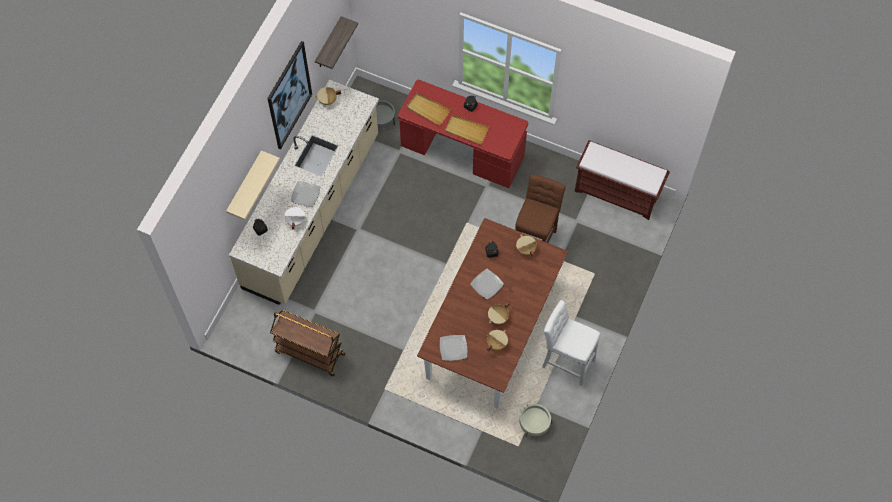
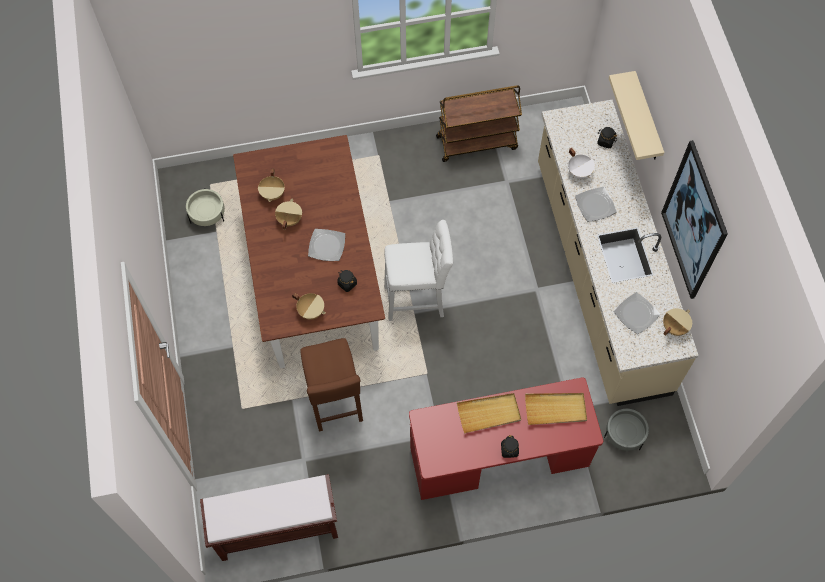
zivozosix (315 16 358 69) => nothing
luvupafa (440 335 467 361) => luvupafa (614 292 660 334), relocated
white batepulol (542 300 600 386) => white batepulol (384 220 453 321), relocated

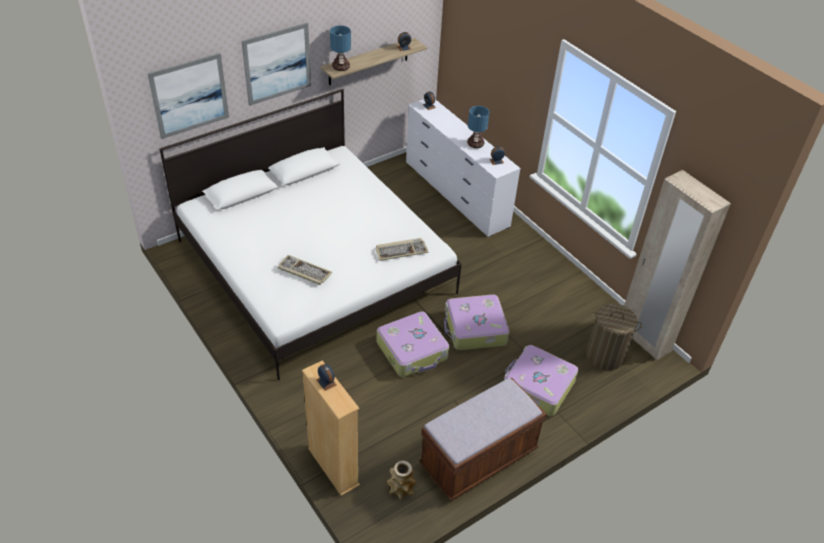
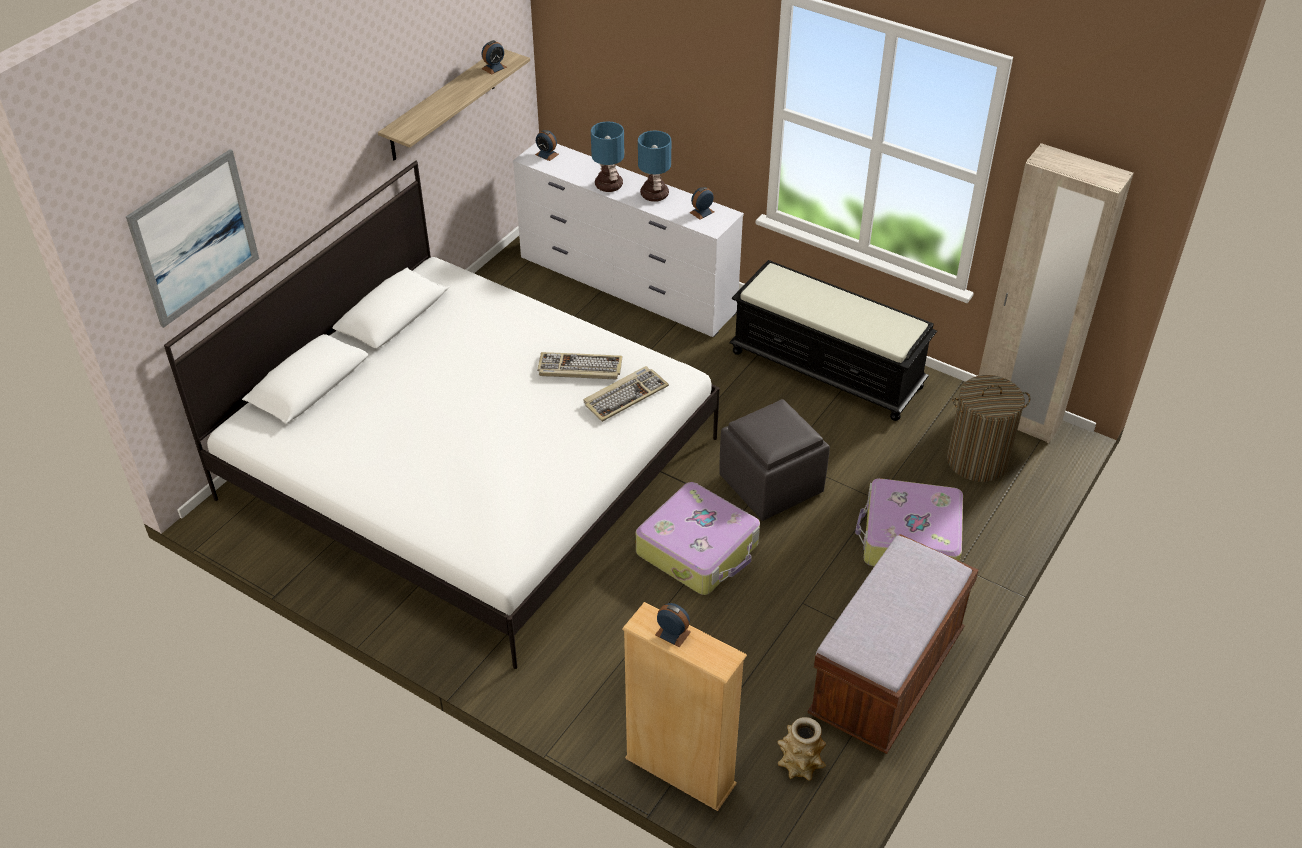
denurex (242 23 311 106) => nothing
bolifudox (278 255 332 285) => bolifudox (537 352 622 379), relocated
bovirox (330 25 351 71) => bovirox (591 121 625 192), relocated
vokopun (444 294 510 350) => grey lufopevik (719 399 830 521)
nothing => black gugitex (729 260 937 421)

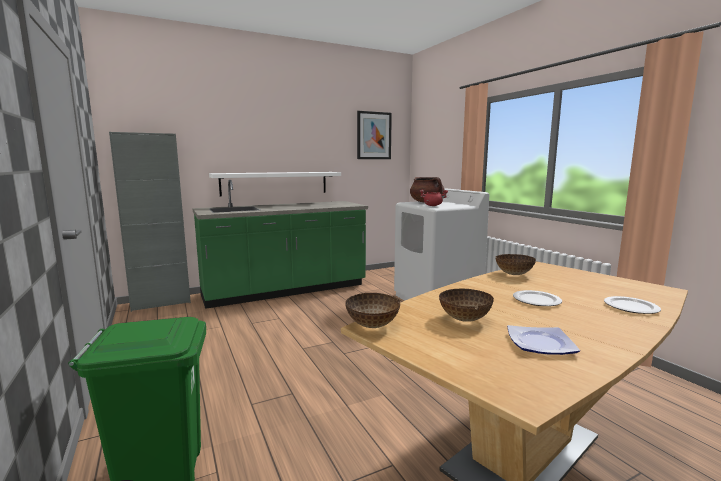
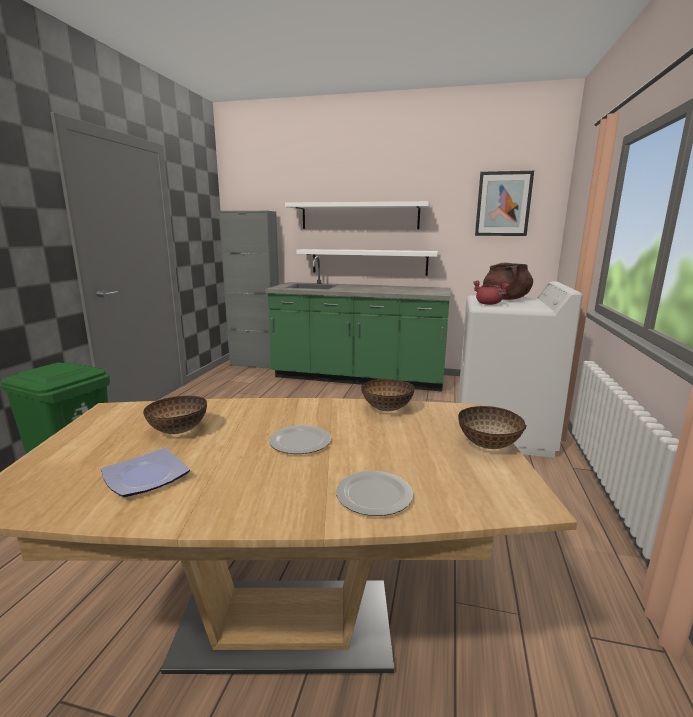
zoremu (345 293 400 328) => zoremu (458 406 527 449), relocated
nothing => white zivozosix (285 201 430 229)

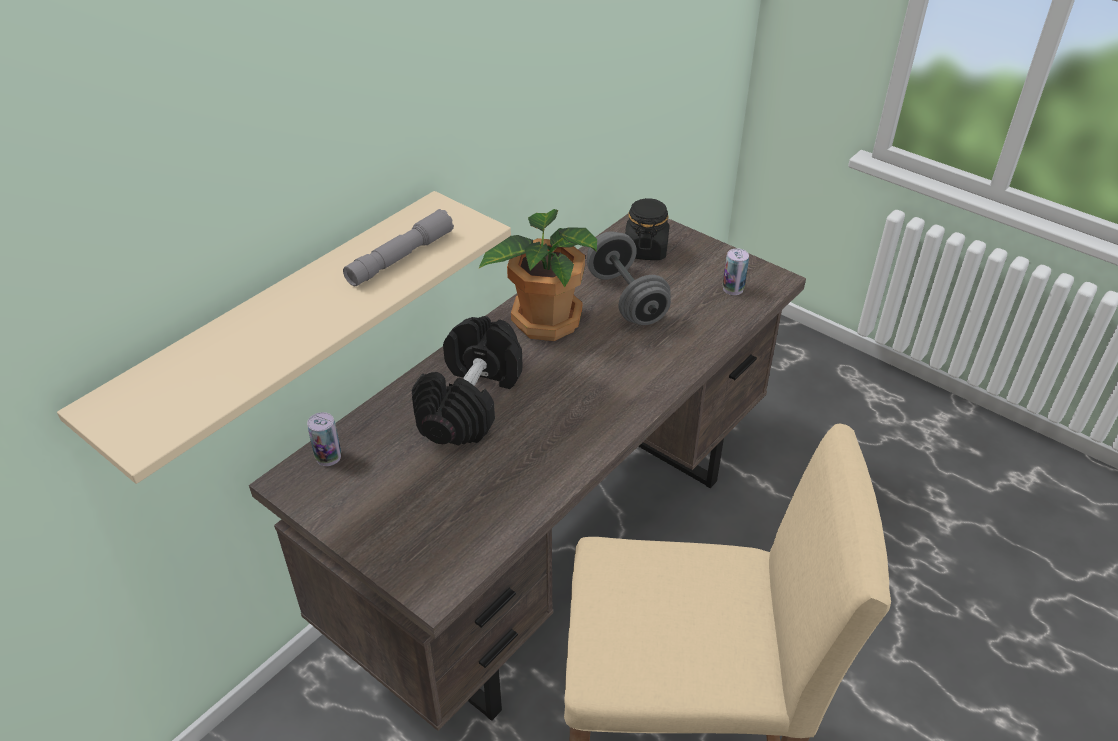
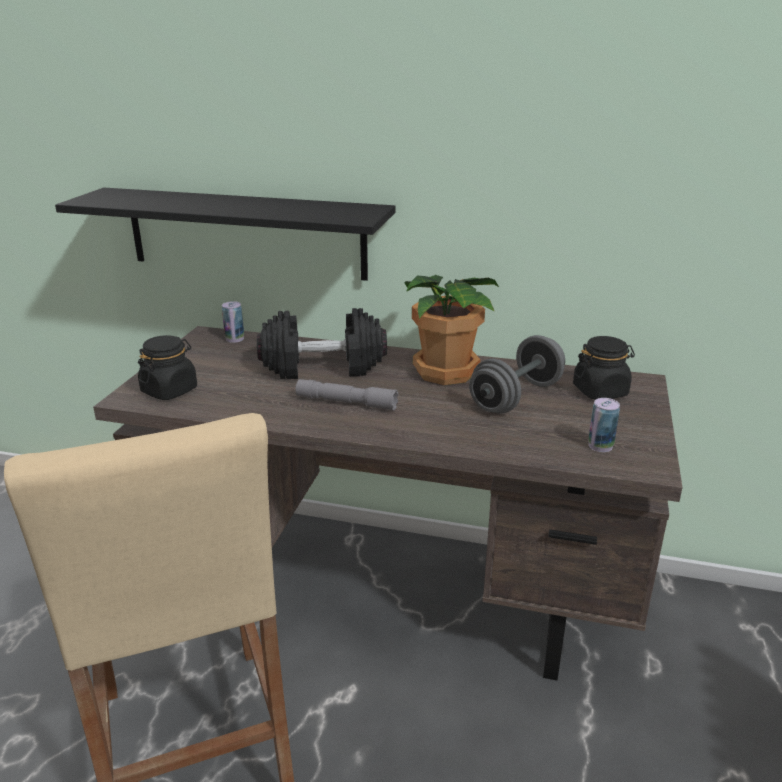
beige zivozosix (57 191 511 484) => black zivozosix (55 188 396 281)
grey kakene (343 209 454 286) => grey kakene (296 379 398 411), relocated
nothing => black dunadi (138 335 197 400)

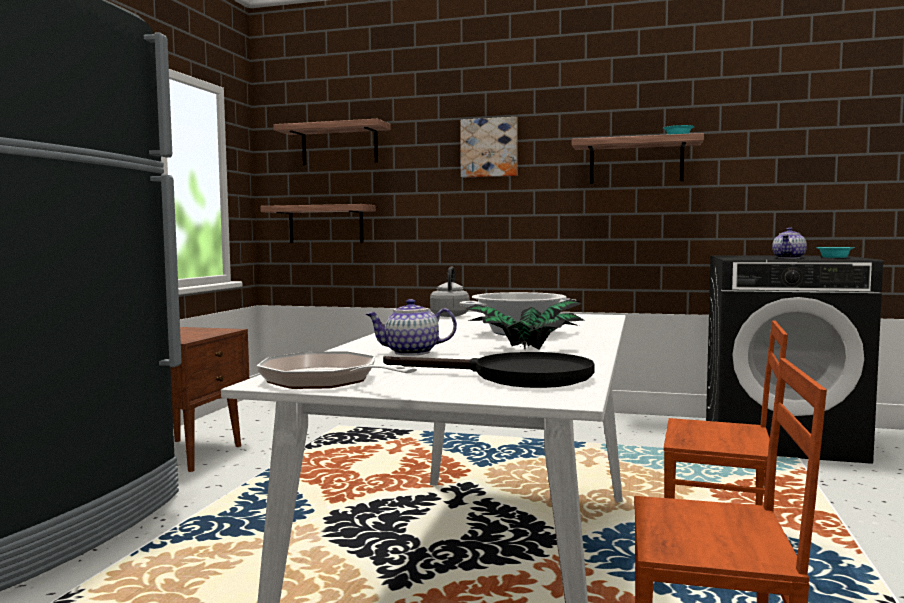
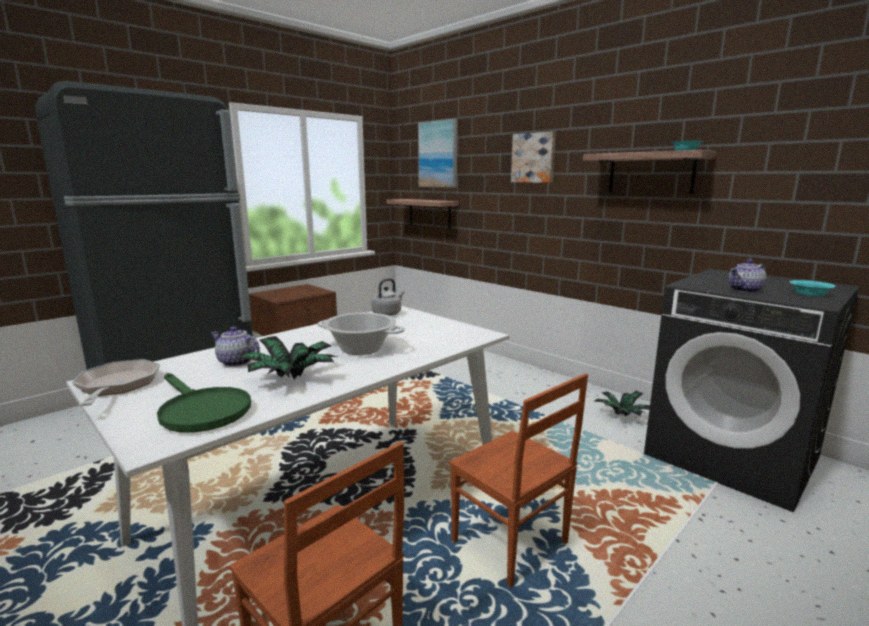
zivozosix (273 119 391 165) => denurex (418 118 458 188)
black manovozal (383 352 595 388) => green manovozal (157 373 251 433)
nothing => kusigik (593 390 650 416)

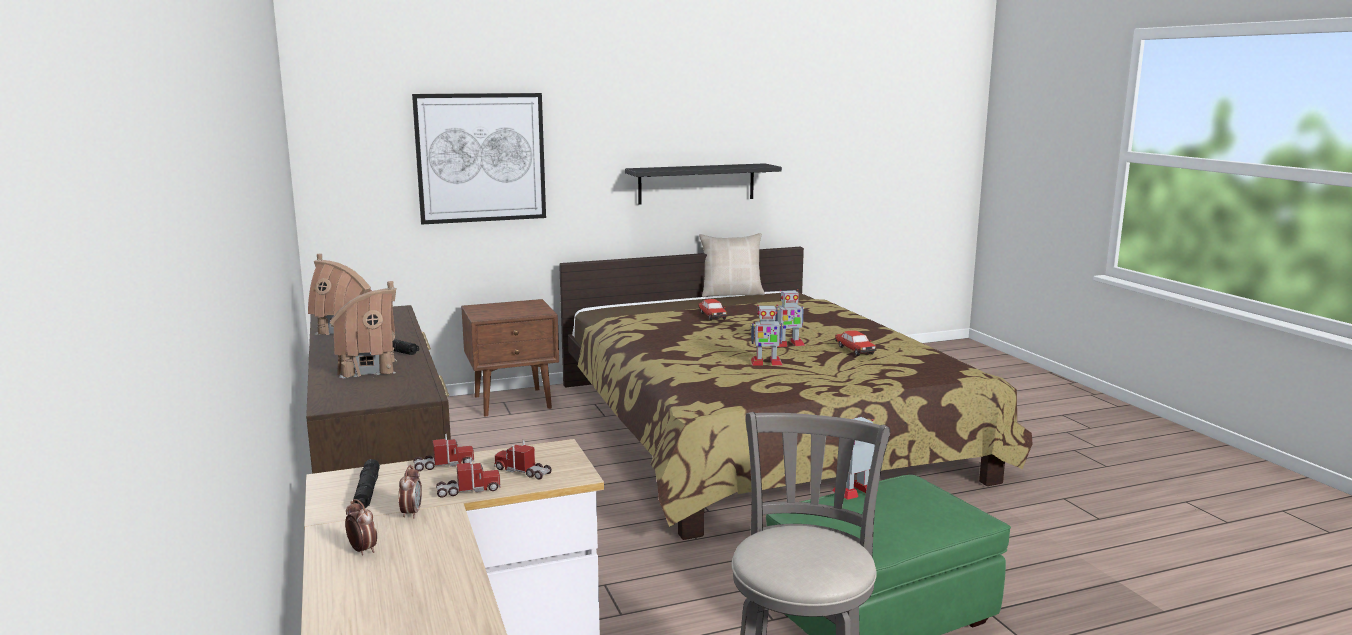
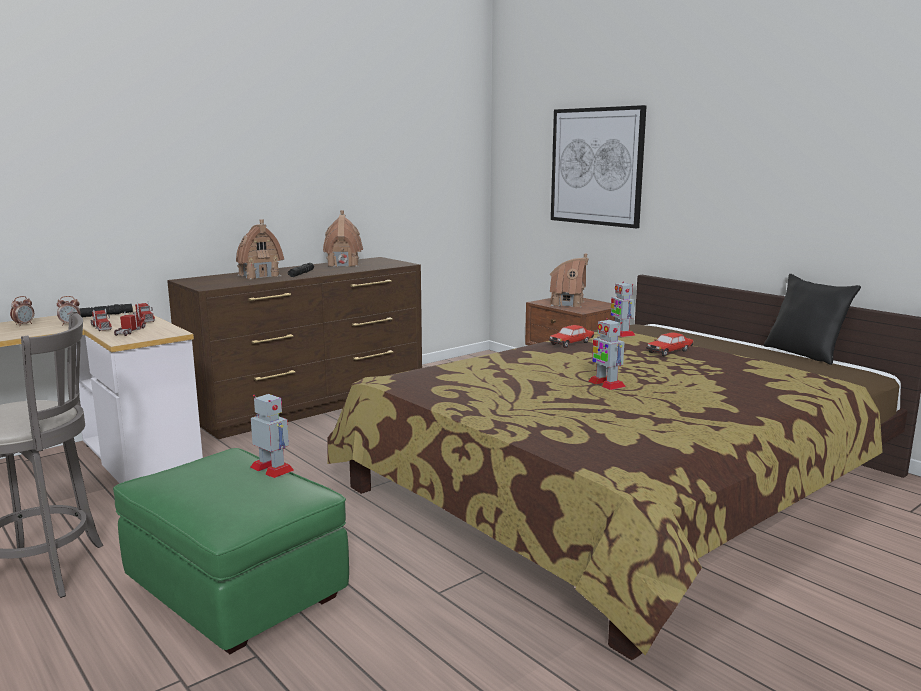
black zivozosix (625 163 782 205) => nothing
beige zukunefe (699 233 765 297) => black zukunefe (764 274 861 365)
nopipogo (751 305 783 366) => nopipogo (611 281 636 337), relocated
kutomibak (835 330 877 356) => kutomibak (549 325 594 348), relocated
nothing => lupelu (550 254 589 307)

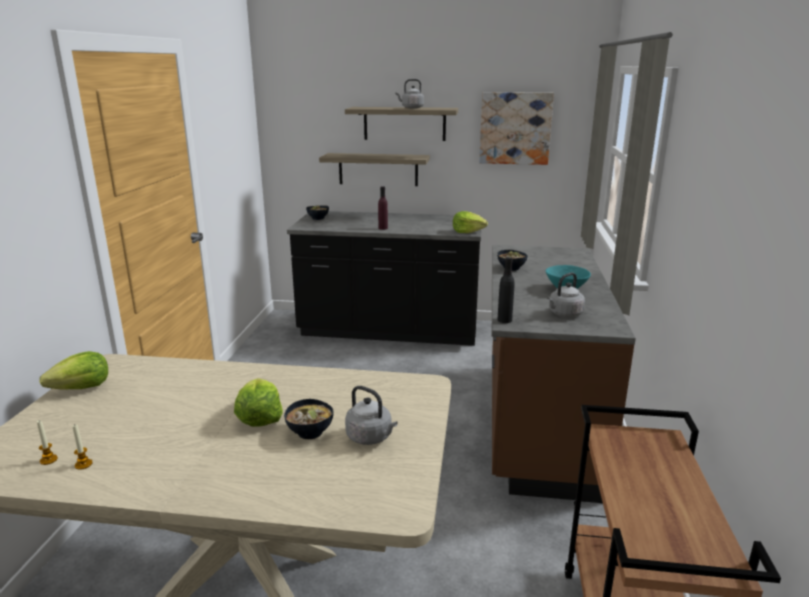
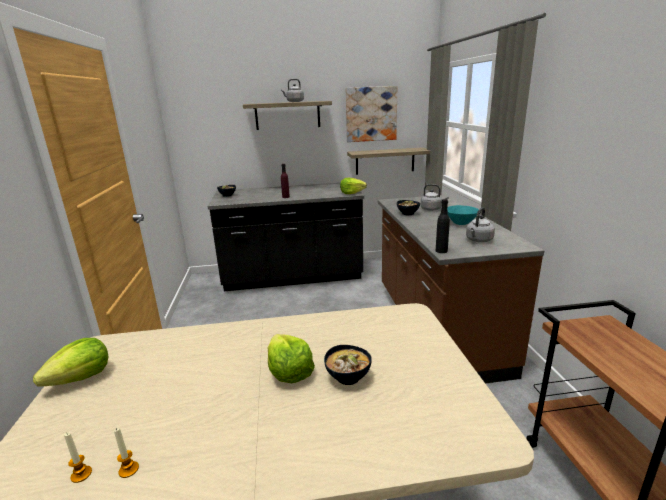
zivozosix (319 153 430 186) => zivozosix (347 147 430 175), relocated
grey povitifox (345 386 397 445) => grey povitifox (421 184 449 211), relocated

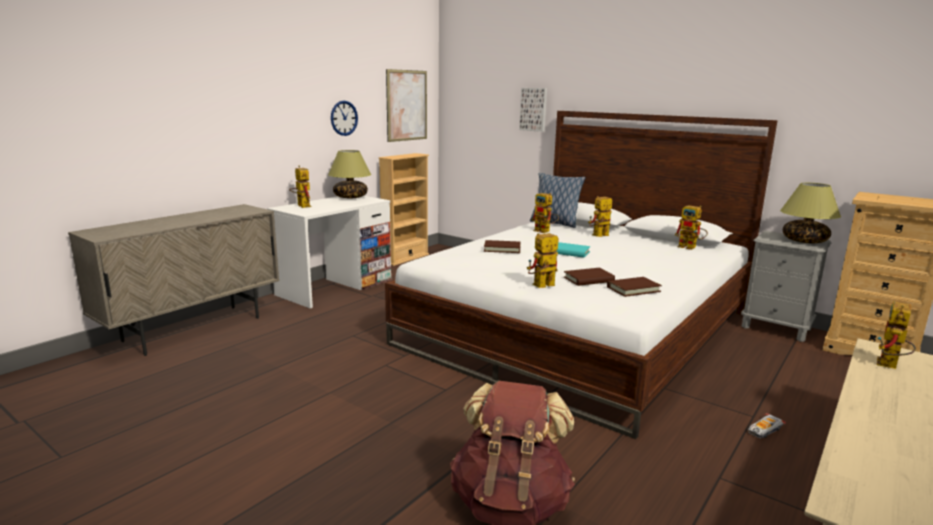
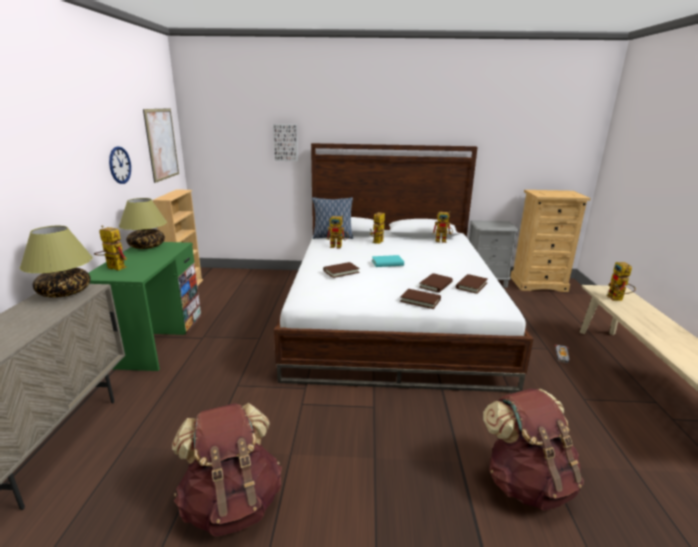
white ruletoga (267 196 391 308) => green ruletoga (89 242 201 371)
nopipogo (527 233 559 288) => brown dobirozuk (400 289 441 309)
bovirox (780 183 841 243) => bovirox (20 226 93 298), relocated
nothing => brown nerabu (172 403 282 536)

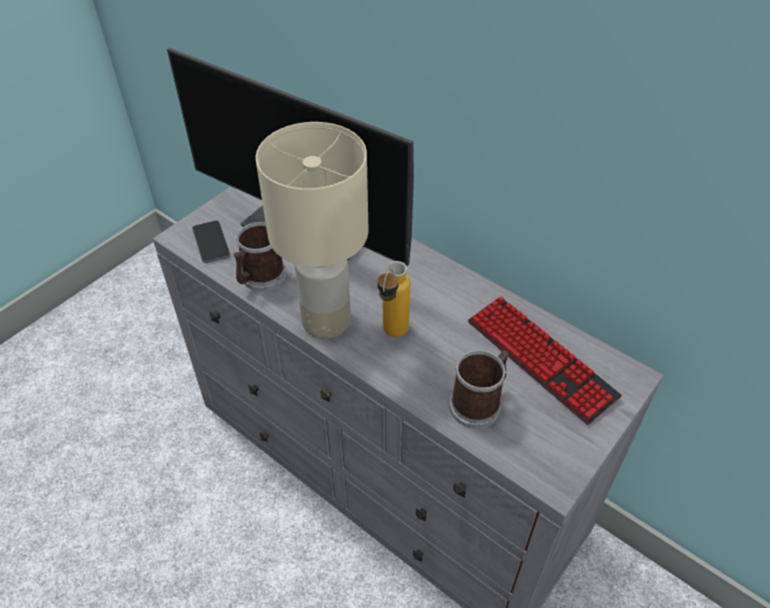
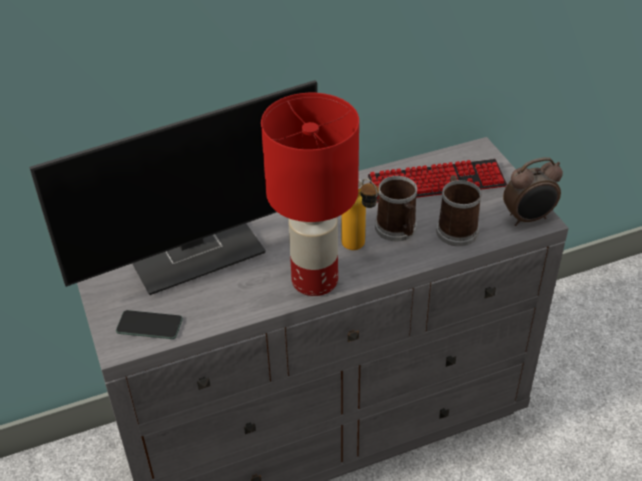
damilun (234 222 286 291) => damilun (375 176 417 241), relocated
beige bovirox (256 122 368 339) => red bovirox (261 93 359 296)
nothing => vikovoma (503 157 563 226)

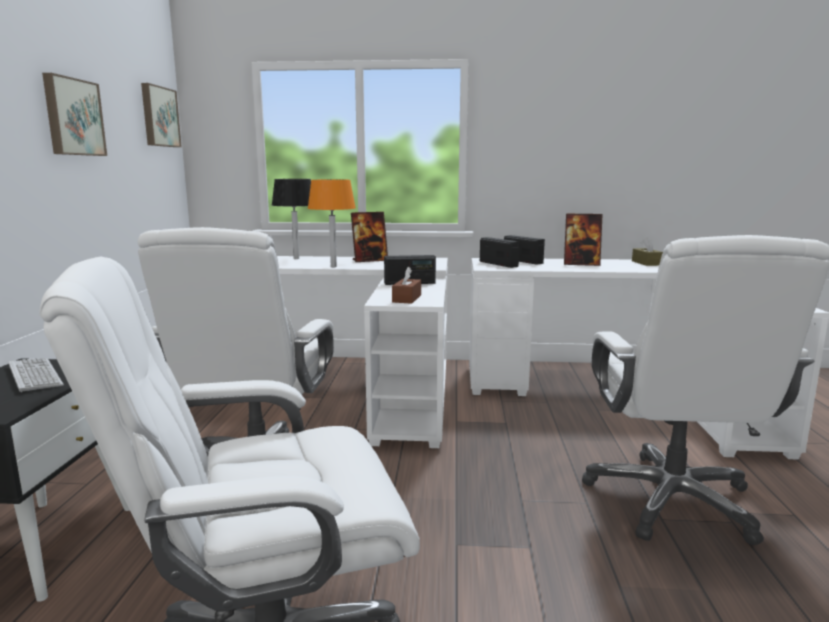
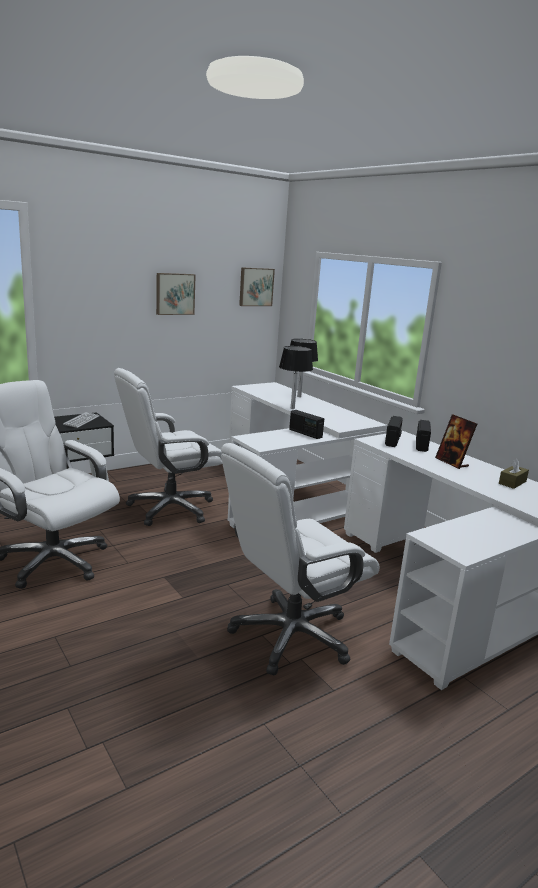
orange bovirox (307 180 356 267) => black bovirox (279 346 313 409)
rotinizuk (351 212 388 262) => nothing
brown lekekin (392 267 421 304) => nothing

